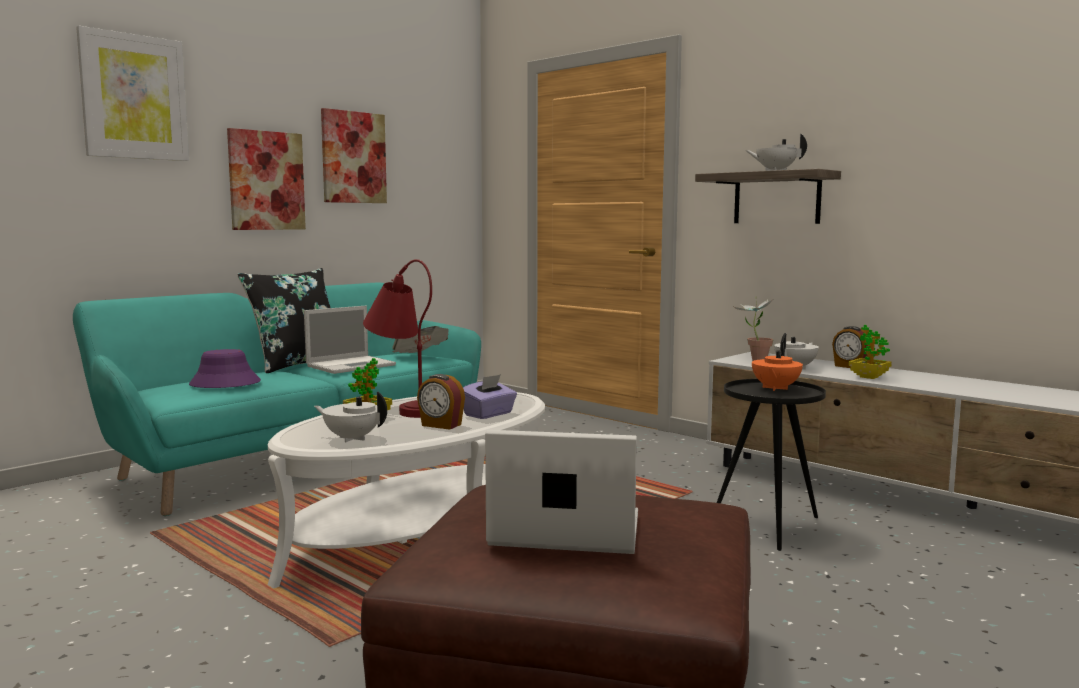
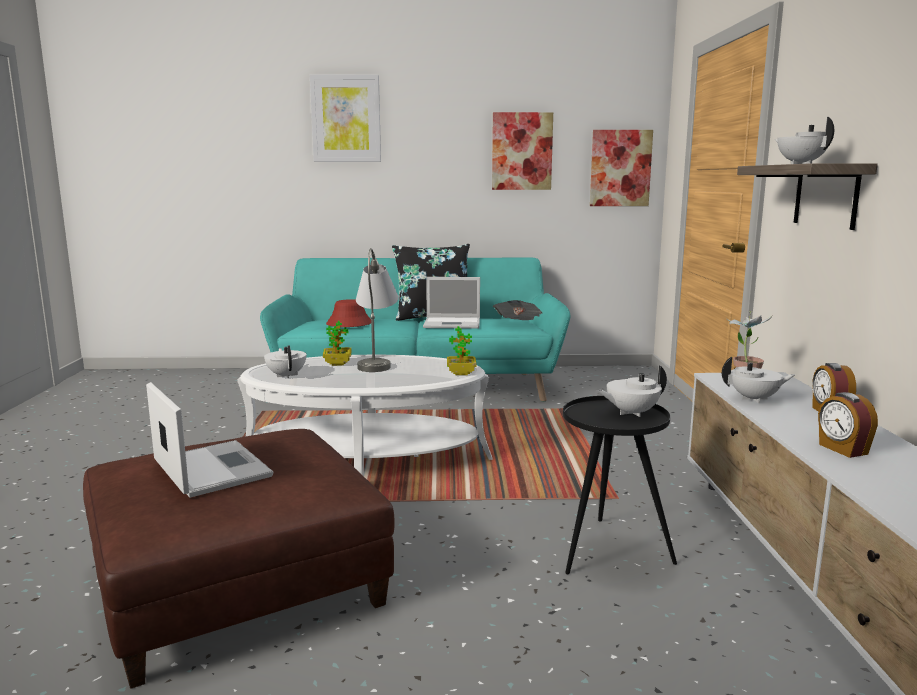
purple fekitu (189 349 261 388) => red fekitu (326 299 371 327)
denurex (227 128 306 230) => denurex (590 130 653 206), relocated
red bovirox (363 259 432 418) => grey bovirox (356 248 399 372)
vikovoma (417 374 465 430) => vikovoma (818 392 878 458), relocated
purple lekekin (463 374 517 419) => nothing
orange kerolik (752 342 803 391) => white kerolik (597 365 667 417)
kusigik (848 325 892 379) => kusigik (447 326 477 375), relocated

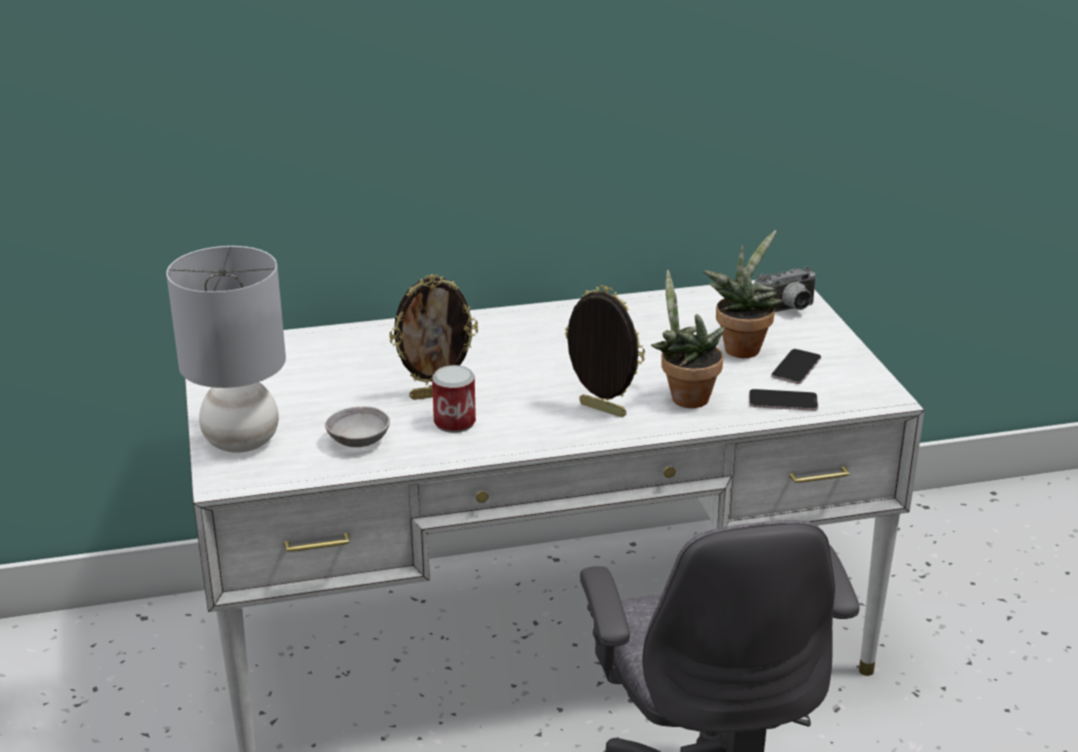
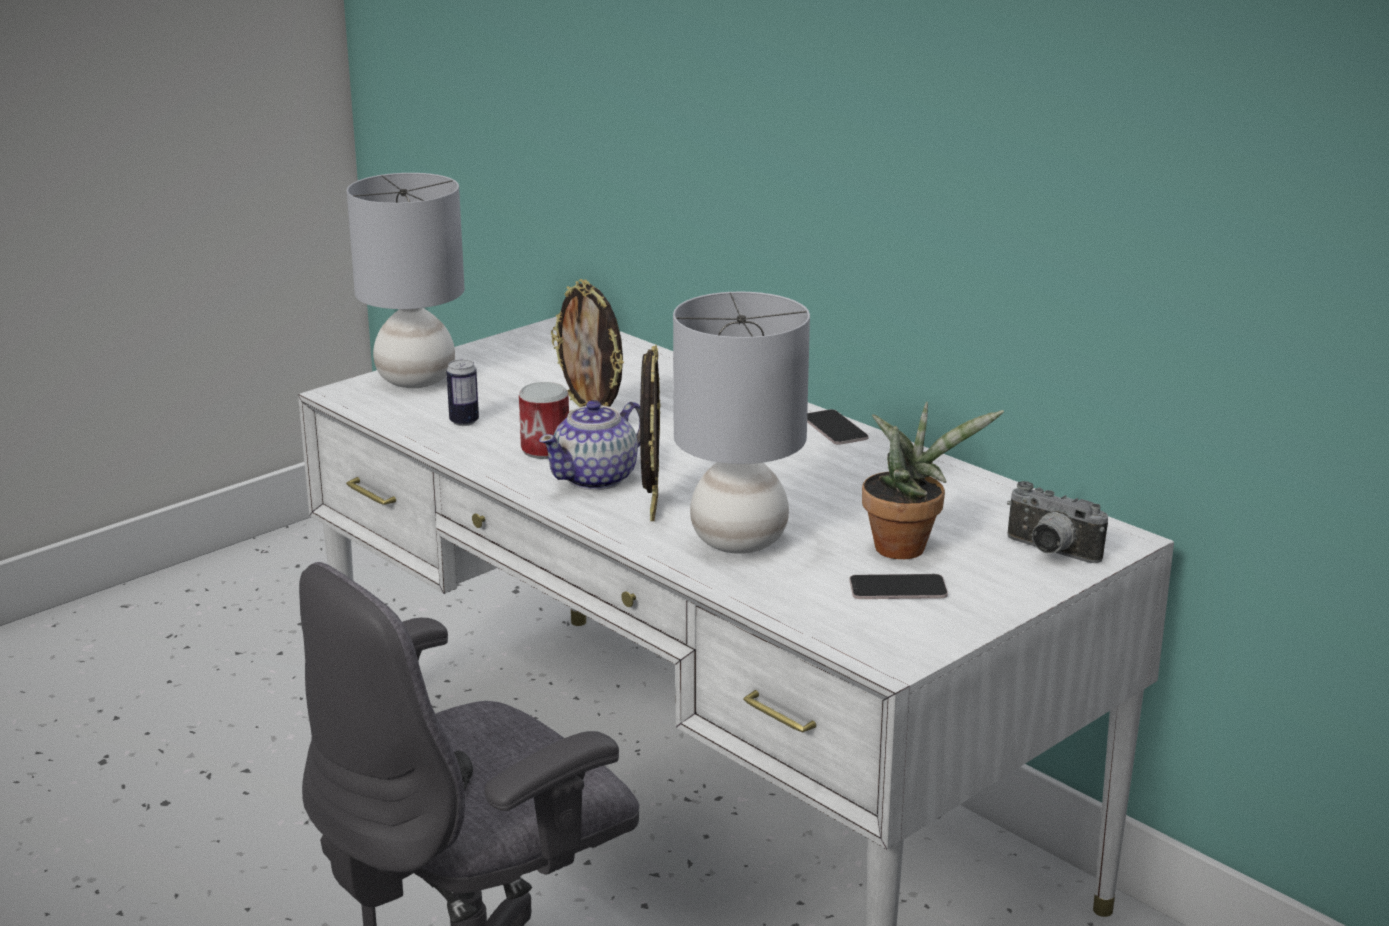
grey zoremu (325 407 390 447) => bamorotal (446 359 479 426)
kusigik (651 270 726 408) => grey bovirox (673 292 810 554)
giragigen (749 389 818 411) => giragigen (807 409 868 445), relocated
nothing => kerolik (539 400 640 490)

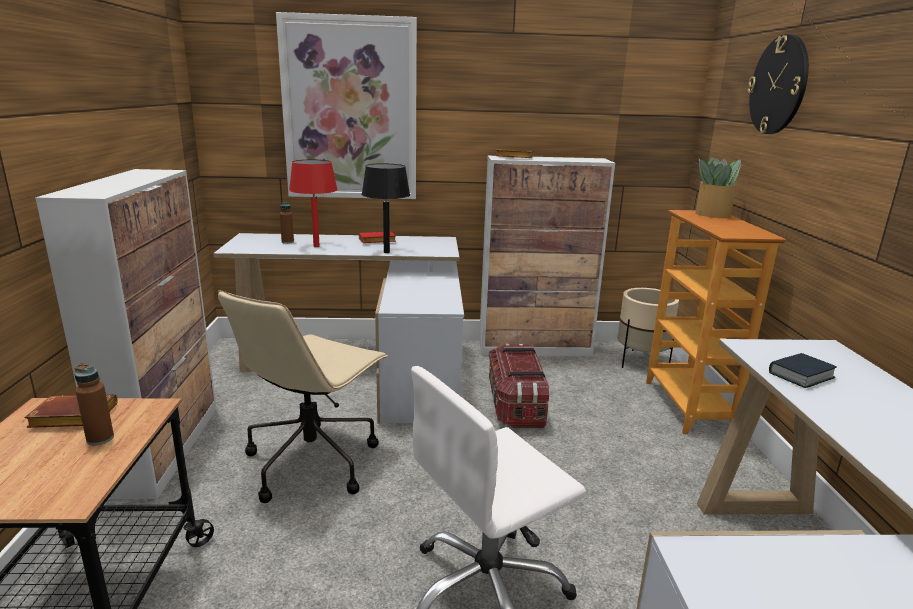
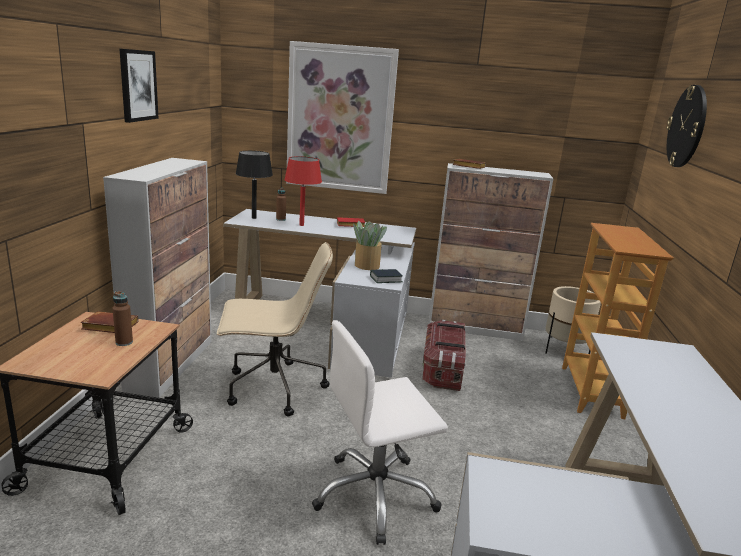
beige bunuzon (218 290 388 503) => beige bunuzon (217 242 333 416), 135 degrees counterclockwise
black bovirox (361 163 410 253) => black bovirox (236 151 273 219), relocated
kusigik (695 157 742 218) => kusigik (353 221 387 270), relocated
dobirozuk (769 353 837 388) => dobirozuk (370 269 403 283), relocated
nothing => denurex (119 49 159 123)

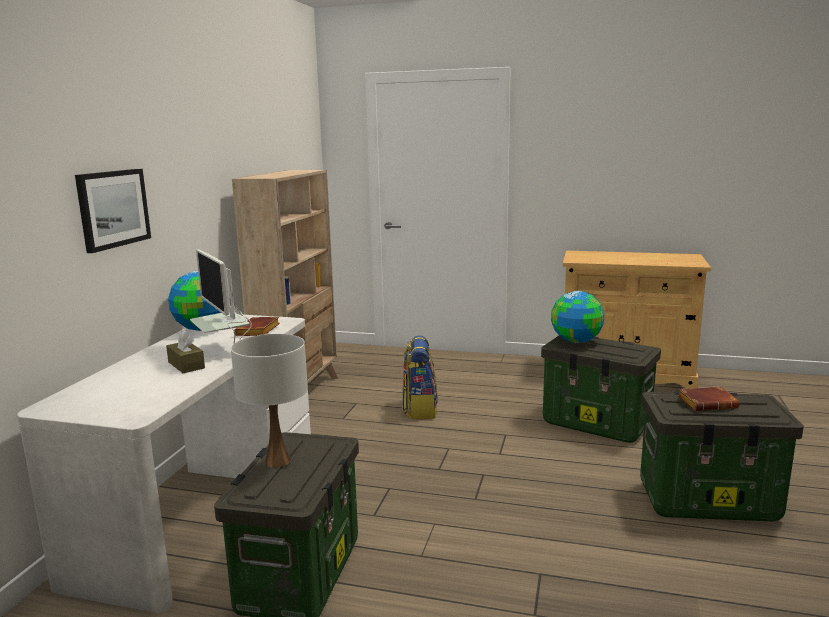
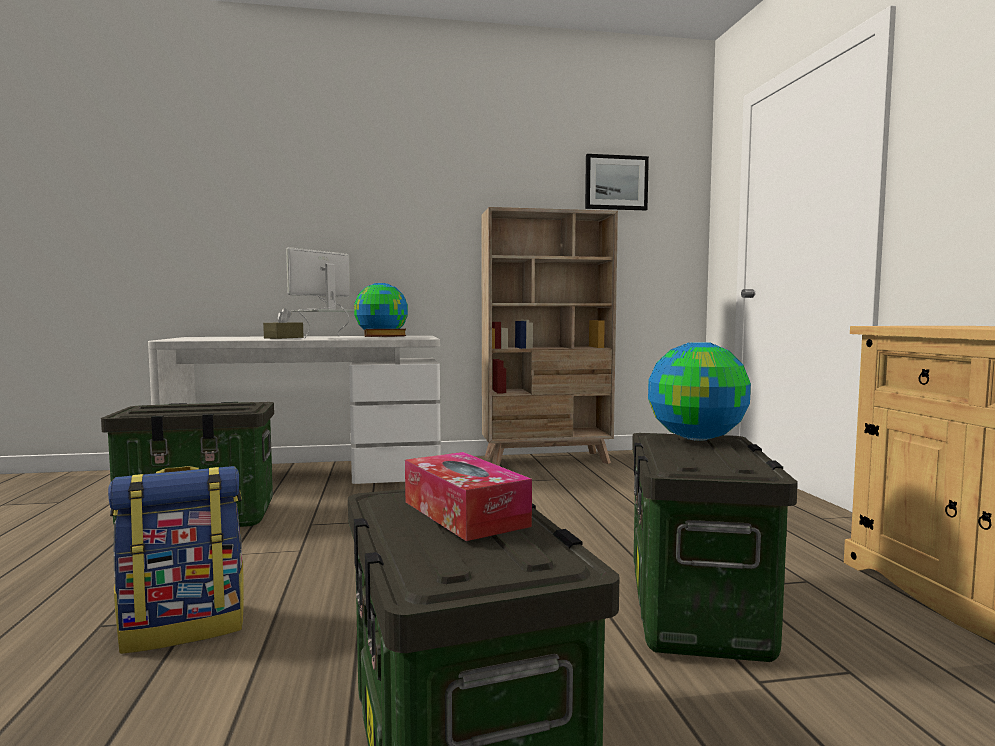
denurex (75 169 151 253) => denurex (585 154 649 210), relocated
white bovirox (231 334 308 468) => nothing
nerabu (402 335 438 419) => nerabu (108 466 244 654), relocated
brown dobirozuk (678 386 740 411) => lekekin (405 452 532 541)

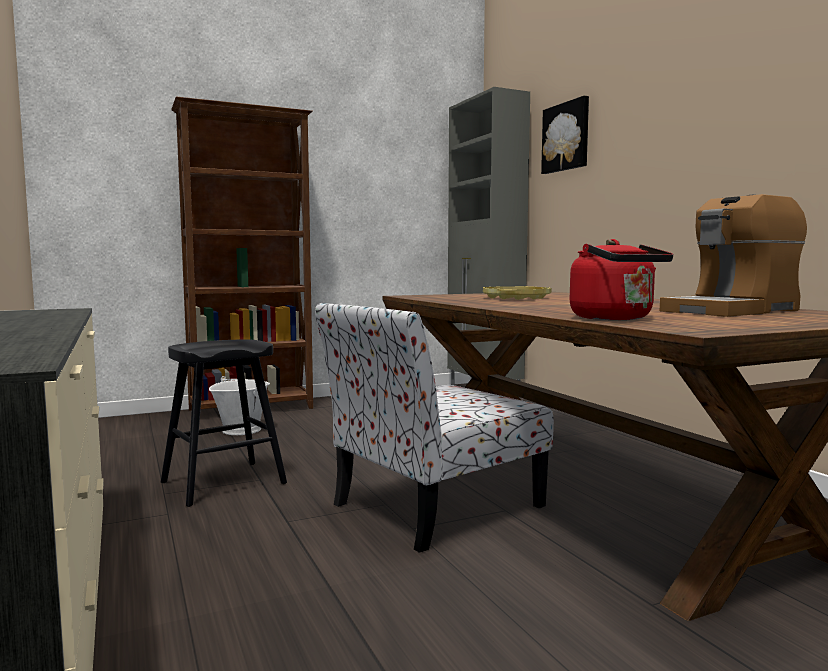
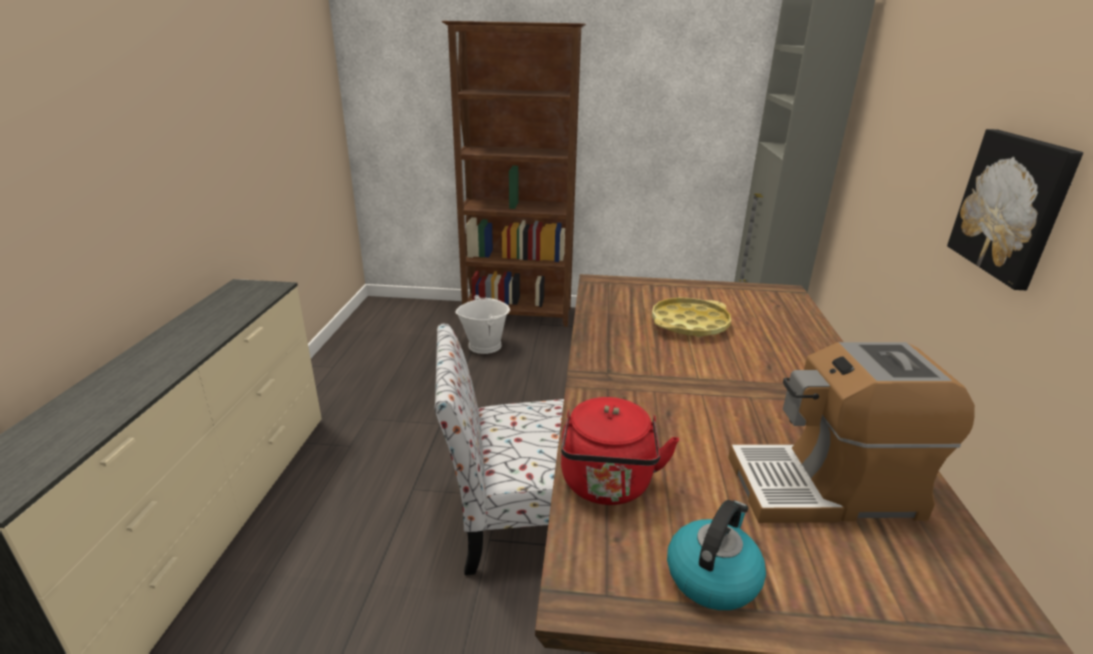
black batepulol (161 339 287 507) => nothing
denurex (541 96 589 174) => denurex (947 129 1083 290), relocated
nothing => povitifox (667 500 766 610)

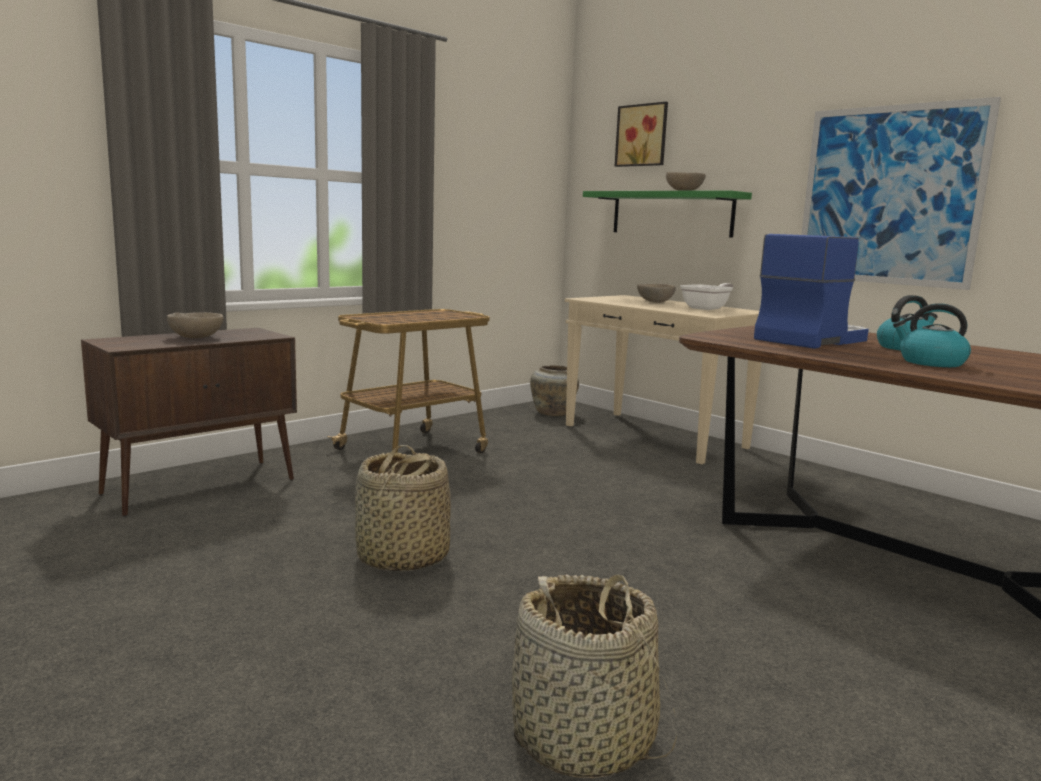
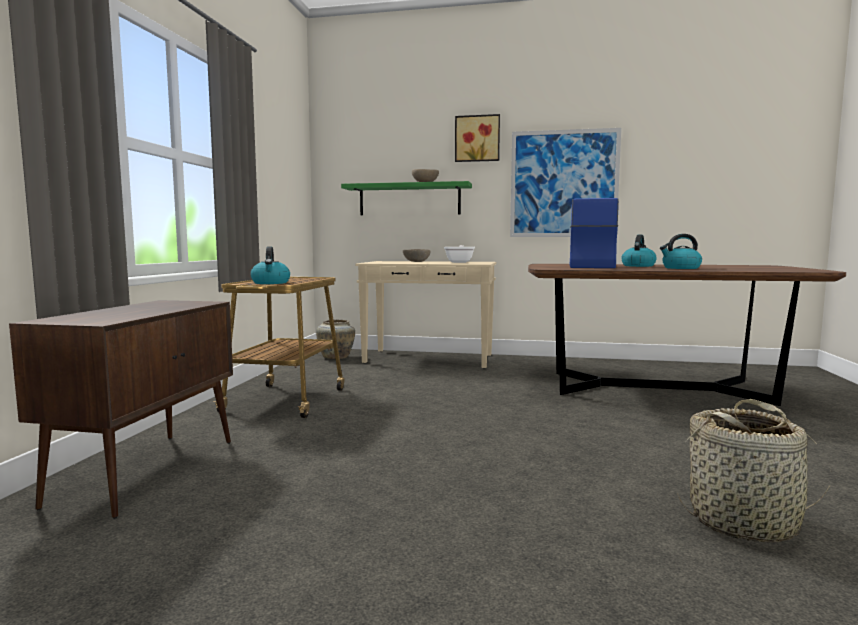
beige zoremu (167 312 223 338) => nothing
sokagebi (355 445 451 571) => nothing
denurex (615 102 668 167) => denurex (455 114 500 162), relocated
nothing => povitifox (250 246 290 284)

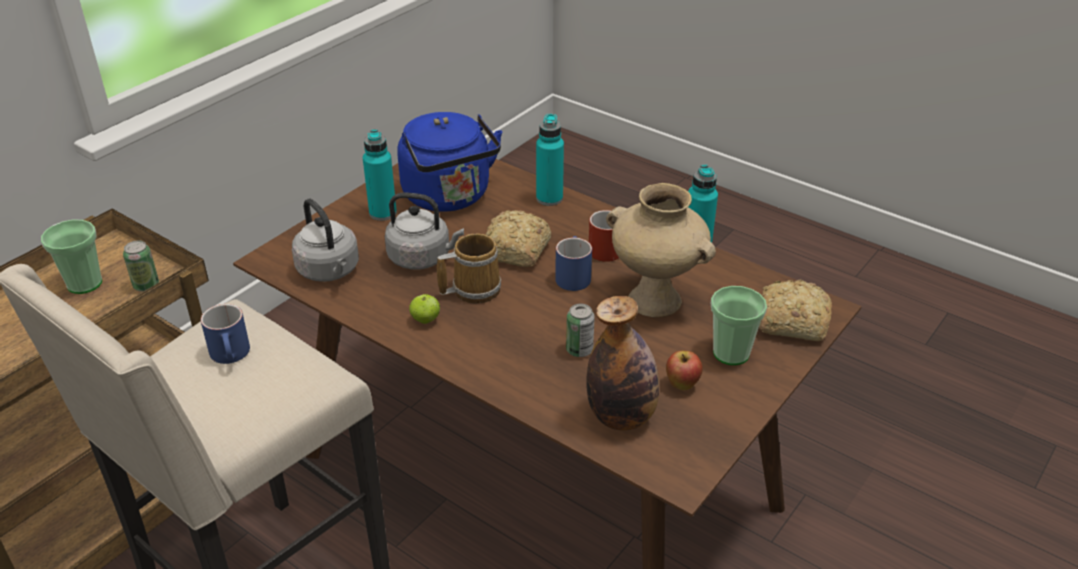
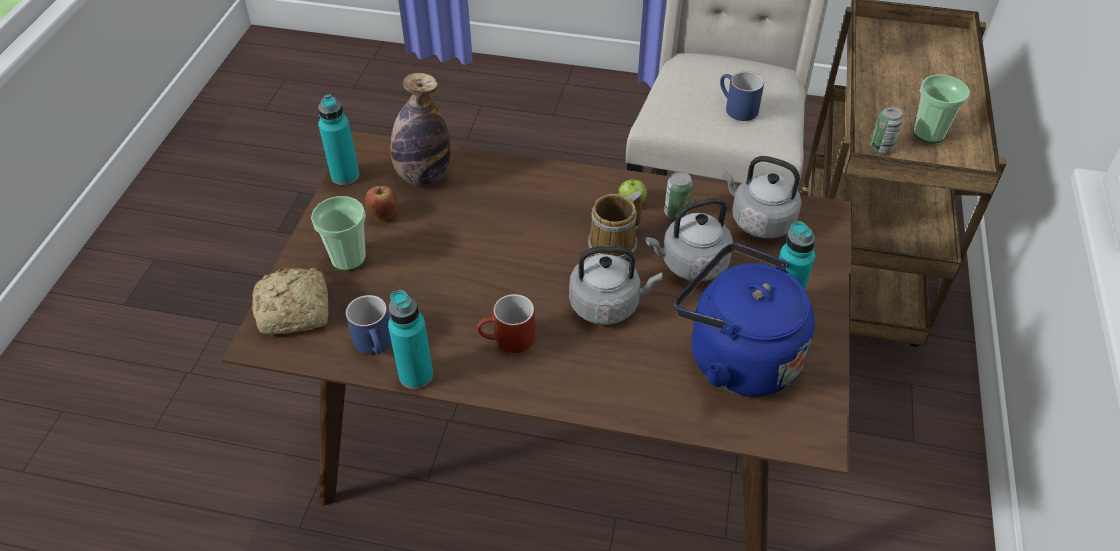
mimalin (486 210 551 267) => grey povitifox (569 246 663 325)
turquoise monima (536 113 564 206) => turquoise monima (318 94 360 185), relocated
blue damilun (555 236 592 291) => blue damilun (346 295 391 355), relocated
bamorotal (566 303 595 357) => bamorotal (664 171 693 220), relocated
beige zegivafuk (606 183 716 318) => nothing

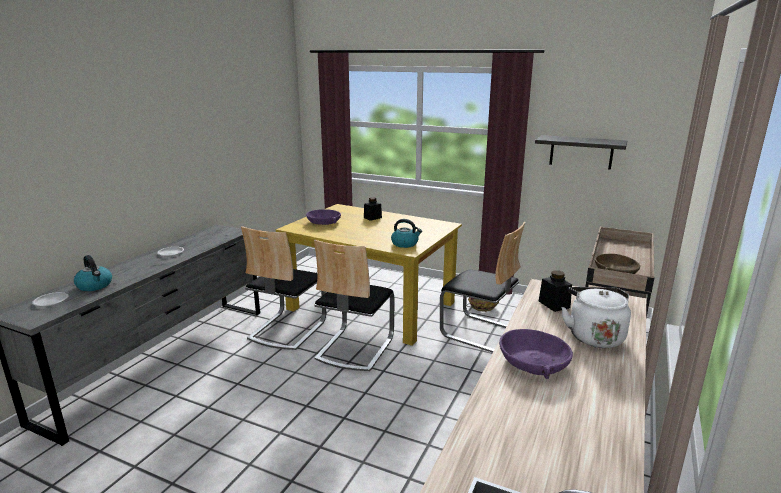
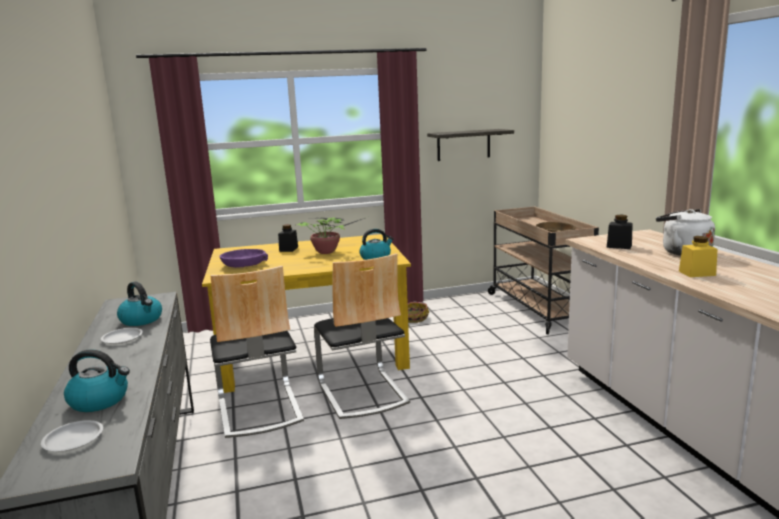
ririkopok (440 222 525 353) => nothing
purple zoremu (499 329 573 379) => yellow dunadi (679 236 718 277)
nothing => povitifox (117 281 162 326)
nothing => kusigik (296 217 365 254)

